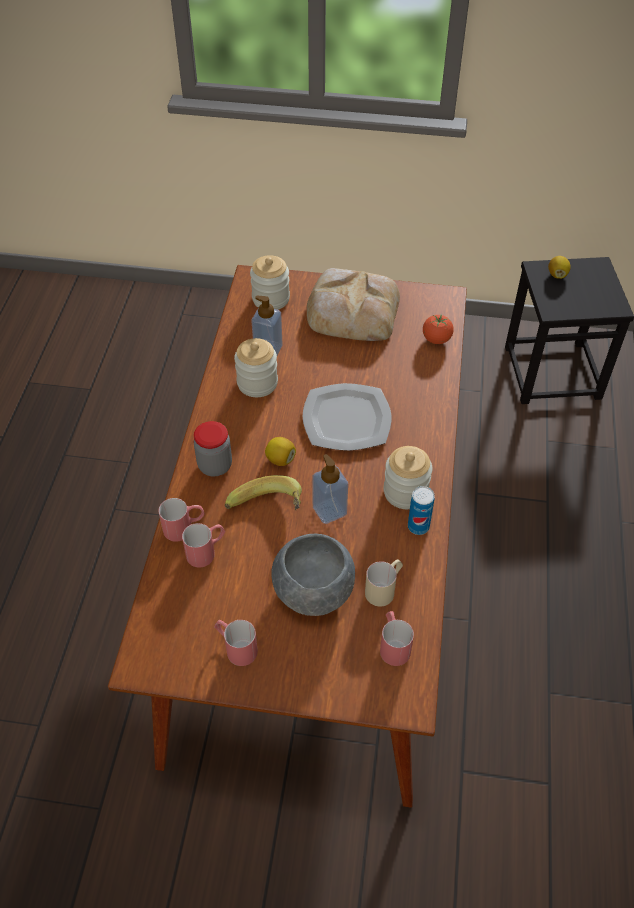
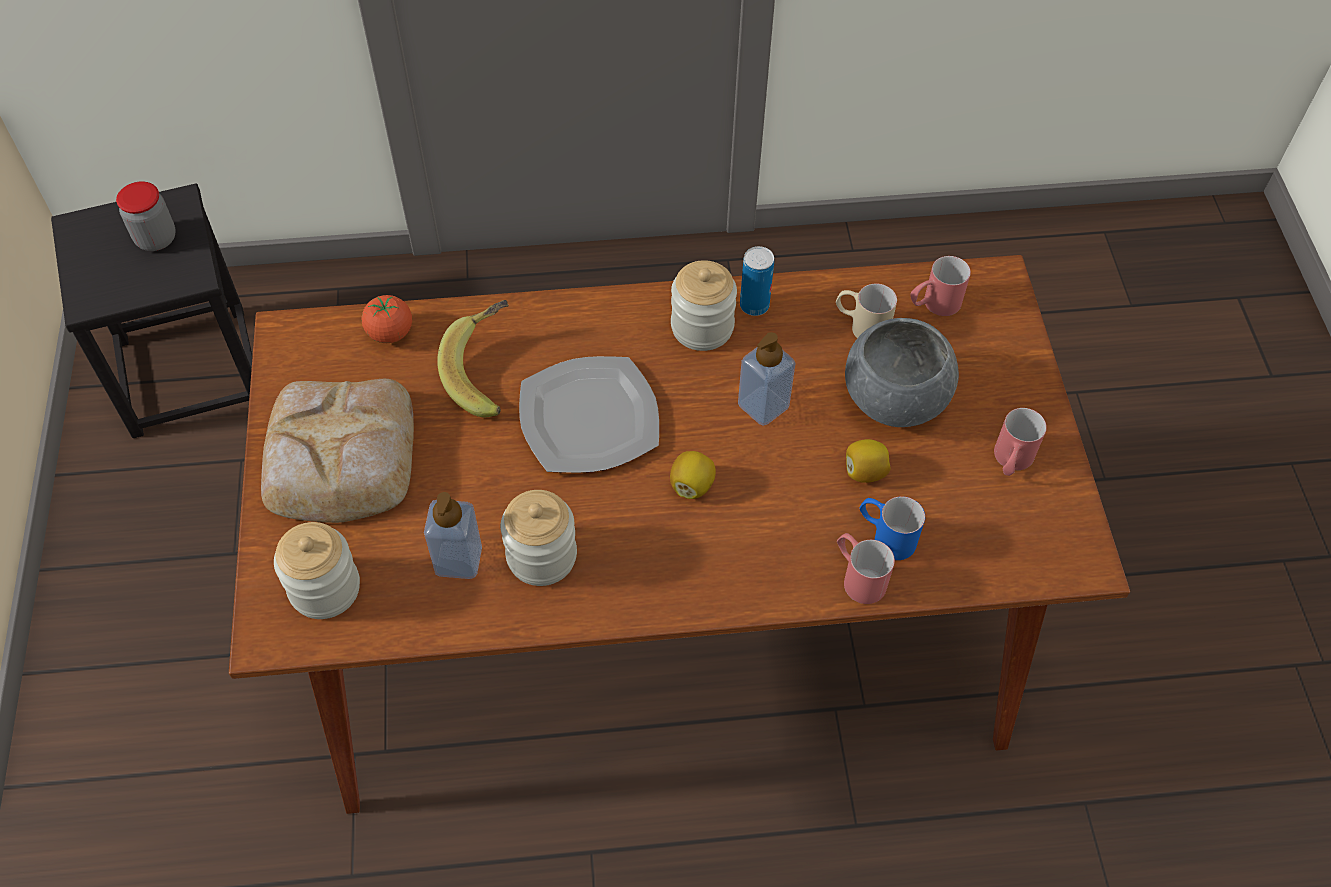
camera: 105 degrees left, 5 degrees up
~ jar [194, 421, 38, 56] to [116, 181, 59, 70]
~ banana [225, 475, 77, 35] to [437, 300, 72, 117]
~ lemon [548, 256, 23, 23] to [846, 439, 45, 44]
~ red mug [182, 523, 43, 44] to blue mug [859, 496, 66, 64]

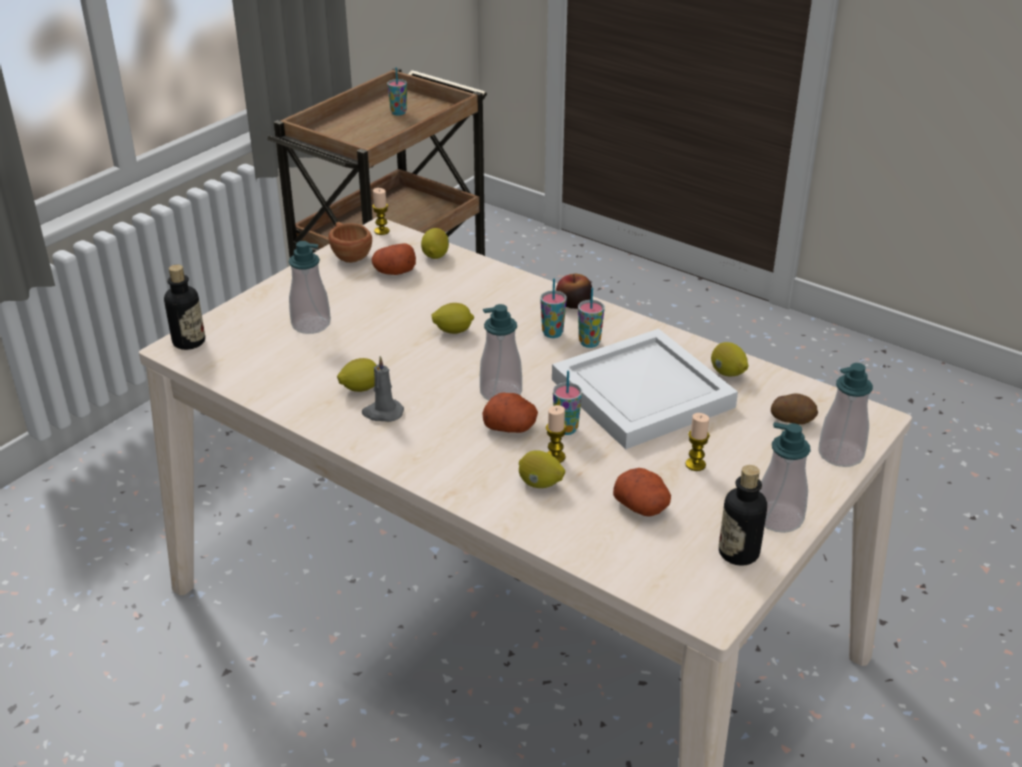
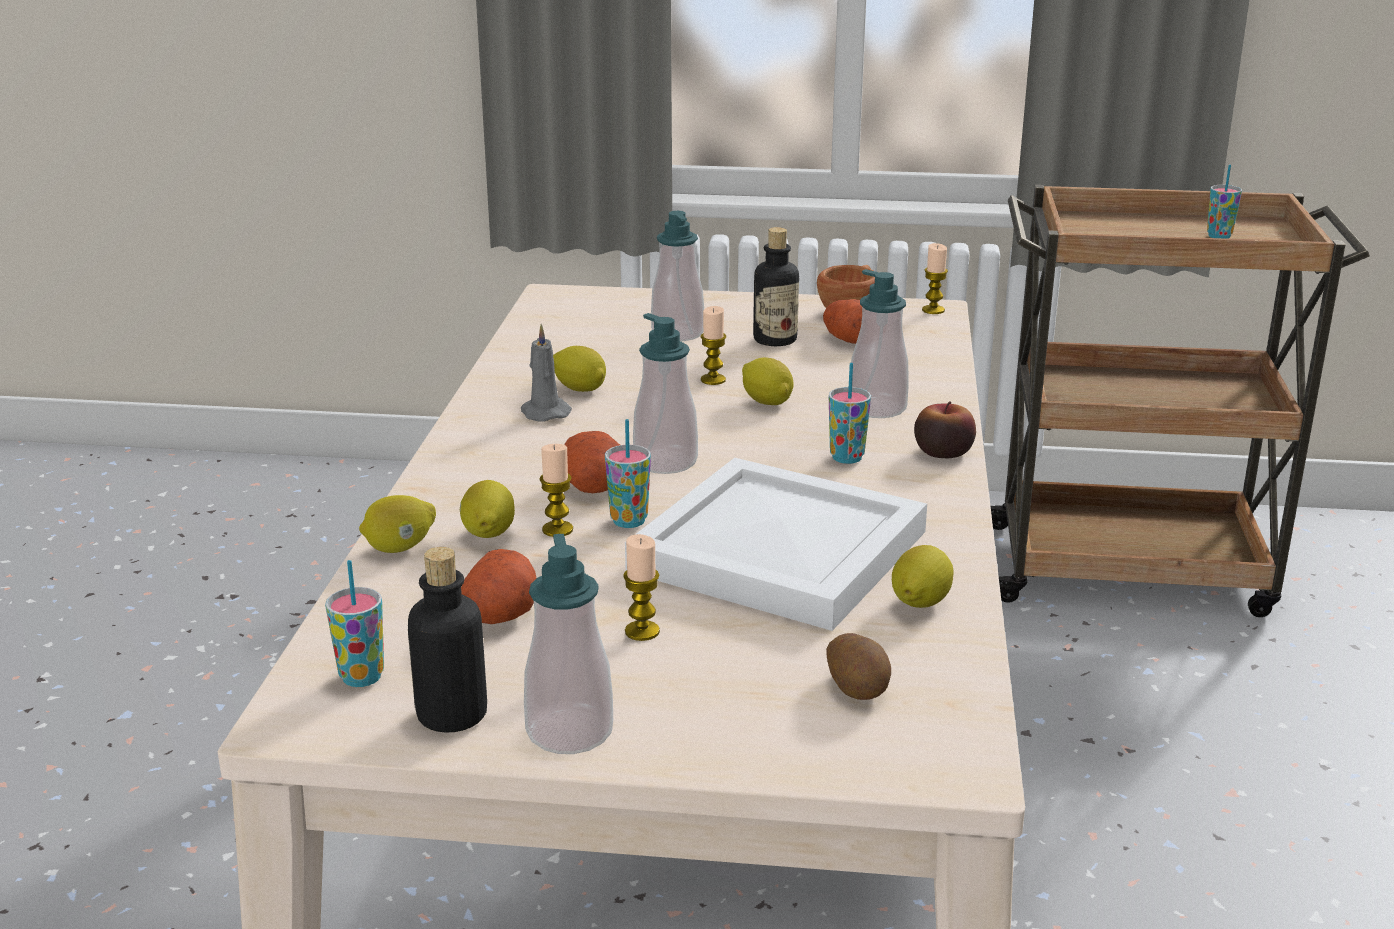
camera: 60 degrees right, 10 degrees down
~ cup [578, 287, 27, 61] to [325, 560, 59, 127]
~ lemon [421, 228, 28, 31] to [359, 495, 77, 58]
+ candle [701, 306, 25, 79]
~ bottle [164, 264, 41, 86] to [753, 227, 46, 119]
~ soap dispenser [818, 363, 55, 104] to [851, 269, 58, 149]

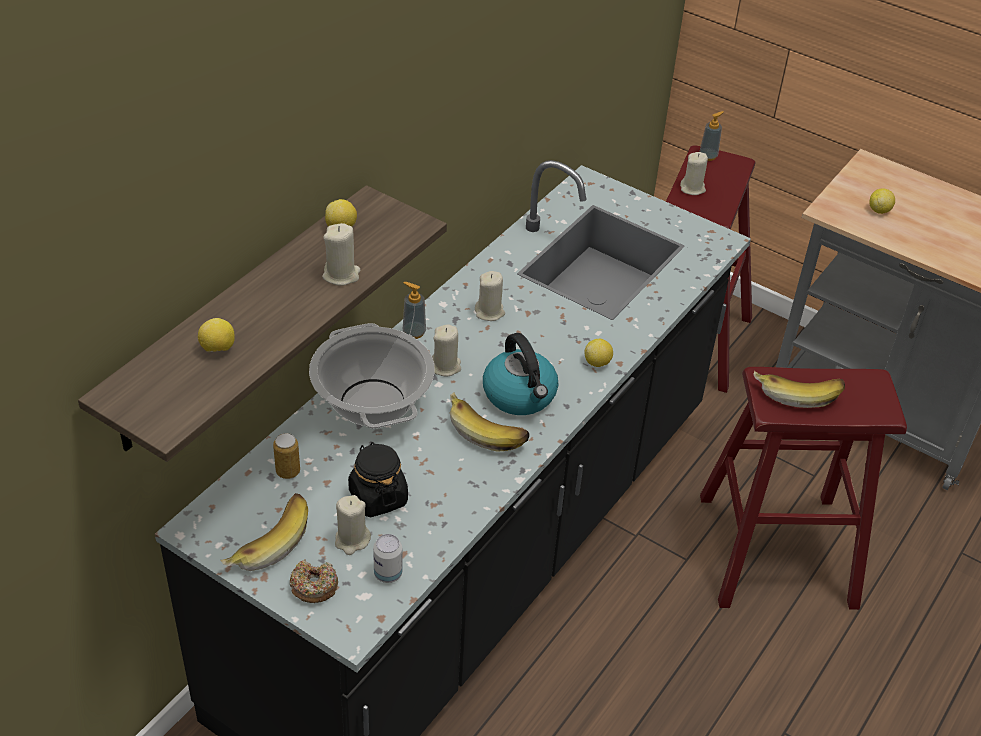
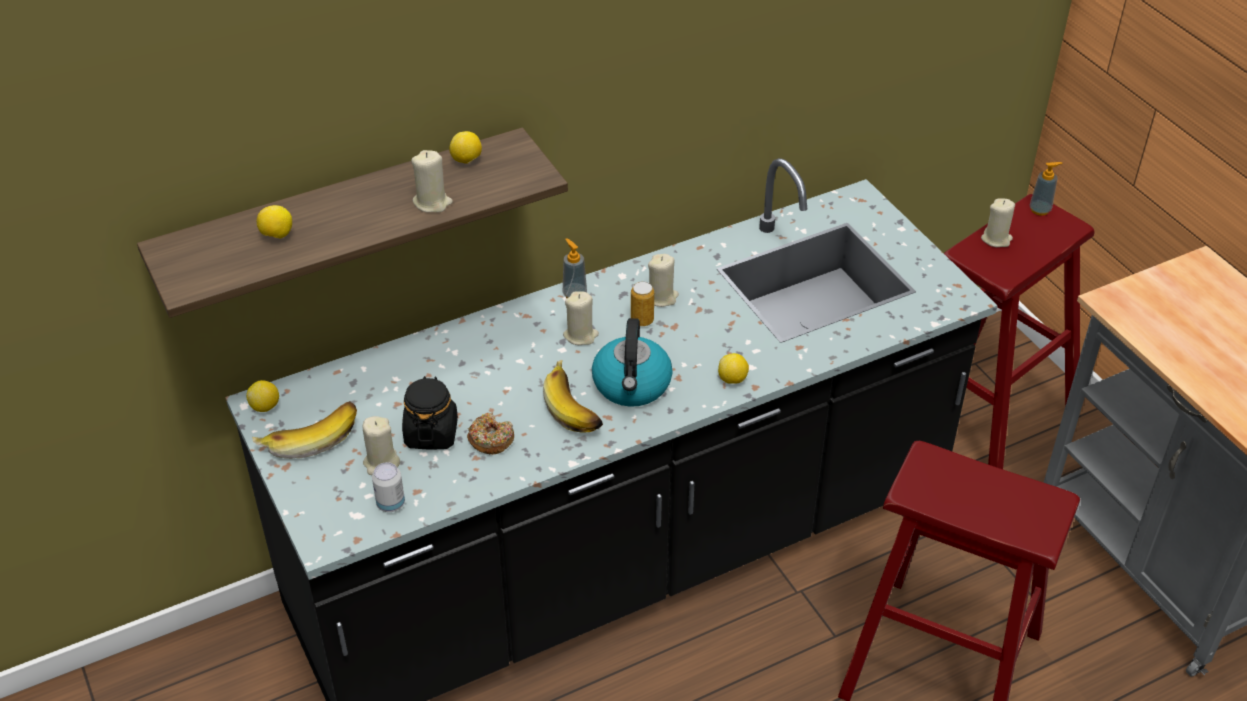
camera: 30 degrees right, 0 degrees up
~ lemon [869, 189, 26, 25] to [246, 380, 33, 32]
~ donut [290, 559, 48, 44] to [467, 413, 47, 41]
~ can [273, 433, 27, 46] to [631, 281, 23, 45]
- cooking pot [309, 323, 126, 106]
- banana [753, 371, 92, 37]

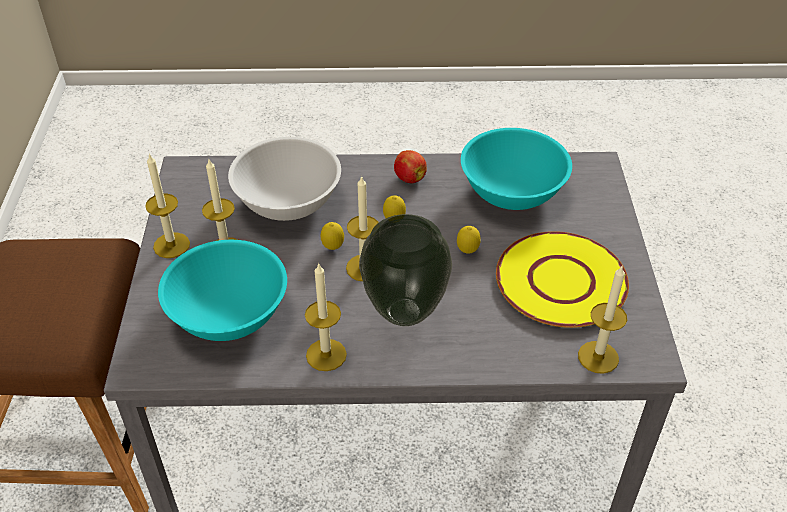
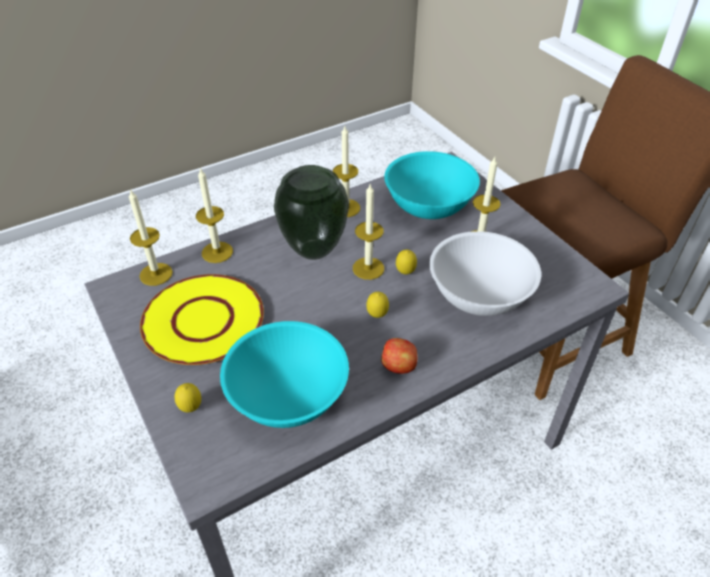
camera: 150 degrees right, 0 degrees up
~ lemon [457, 226, 24, 28] to [175, 383, 26, 29]
~ candle [145, 154, 45, 104] to [196, 167, 37, 96]

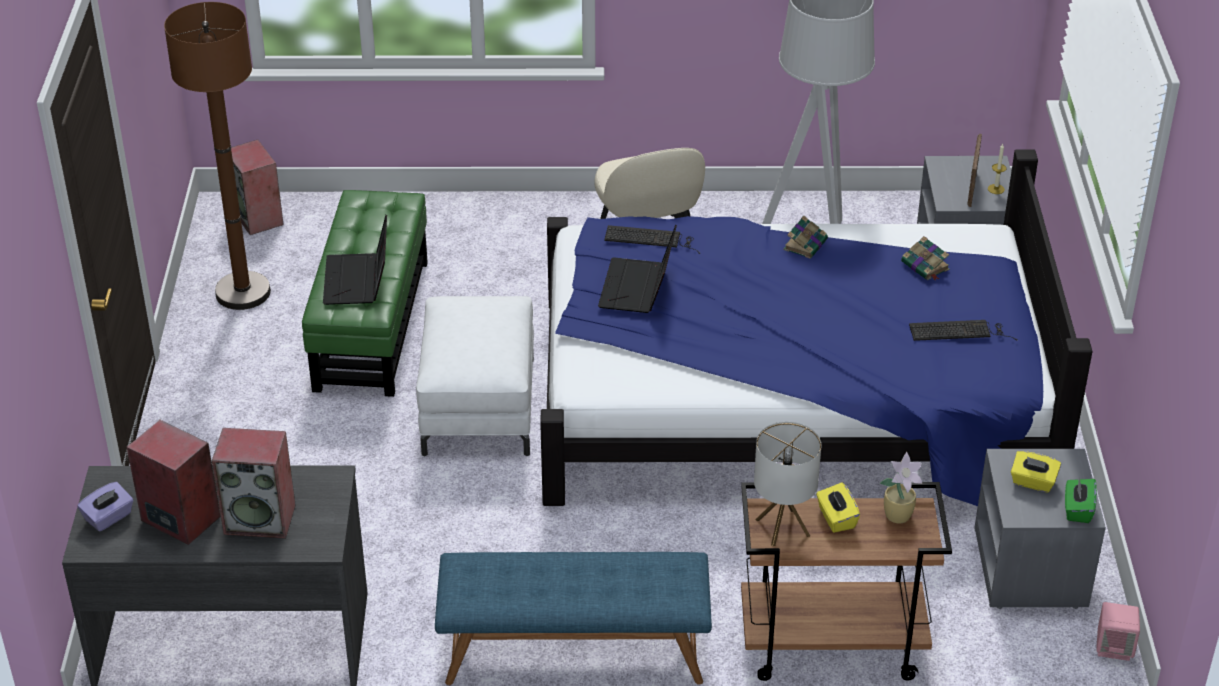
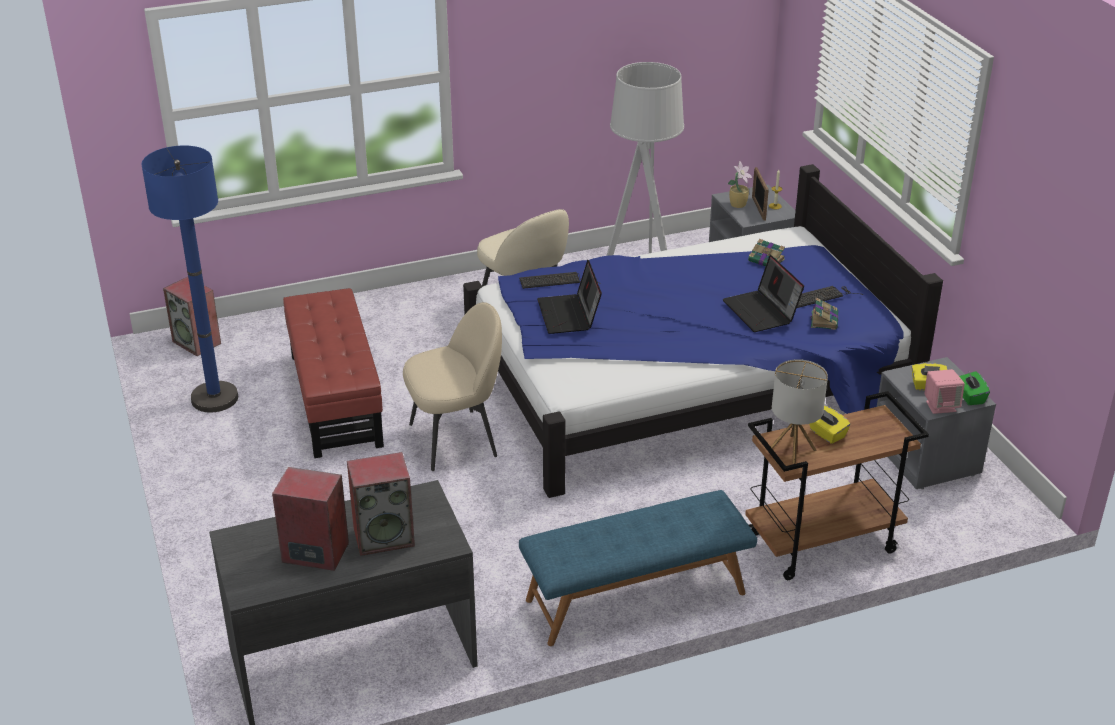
camera: 20 degrees left, 5 degrees down
~ brown floor lamp [164, 2, 107, 308] to blue floor lamp [142, 146, 96, 266]
~ green ottoman [302, 190, 126, 207] to red ottoman [283, 288, 101, 170]
~ white ottoman [416, 296, 118, 160] to beige chair [403, 302, 99, 169]
~ laptop [323, 215, 64, 90] to [722, 255, 82, 77]
~ potted plant [880, 452, 42, 71] to [728, 161, 24, 47]
~ book [784, 216, 44, 43] to [811, 297, 27, 33]
~ pink speaker [1096, 602, 44, 59] to [924, 369, 41, 45]
- purple tissue box [78, 482, 56, 50]

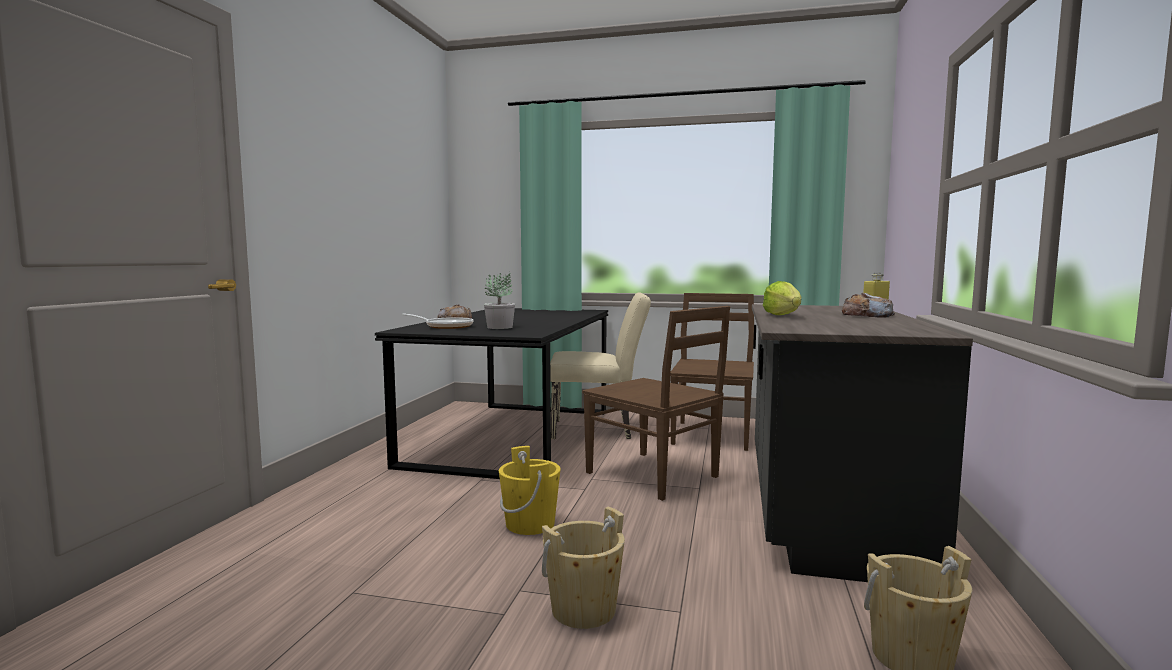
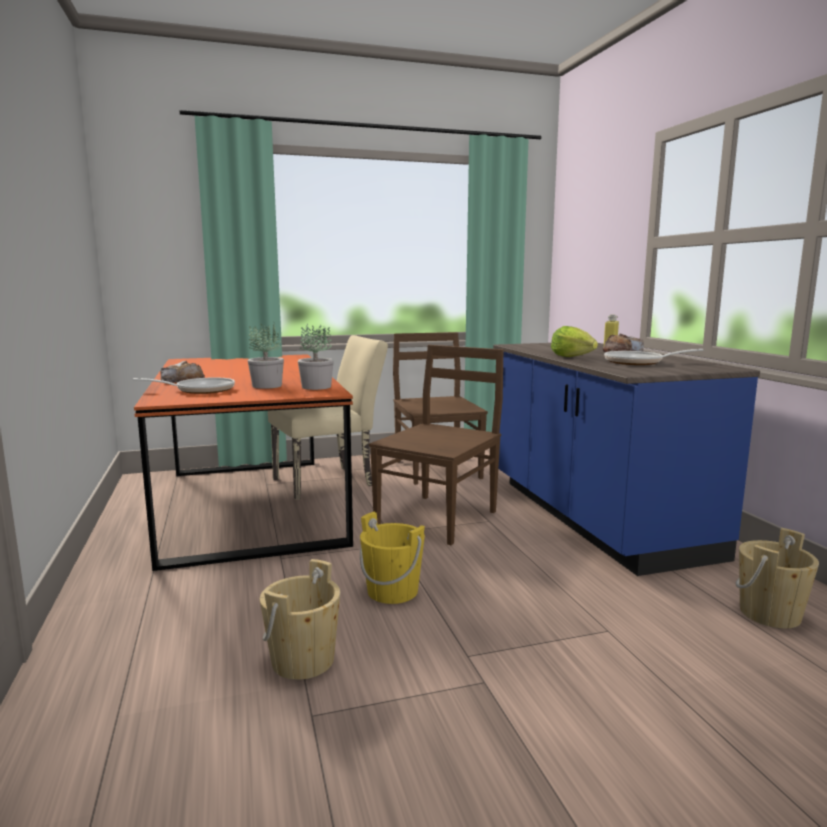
camera: 30 degrees left, 5 degrees up
~ black dining table [375, 308, 233, 171] to orange dining table [134, 354, 219, 217]
~ beige bucket [542, 507, 83, 122] to [260, 559, 80, 121]
+ potted plant [298, 324, 36, 66]
~ brown chair [582, 306, 148, 195] = [369, 345, 135, 200] 75 degrees counterclockwise
~ black counter [752, 304, 221, 278] to blue counter [493, 343, 267, 233]
+ frying pan [604, 349, 99, 16]

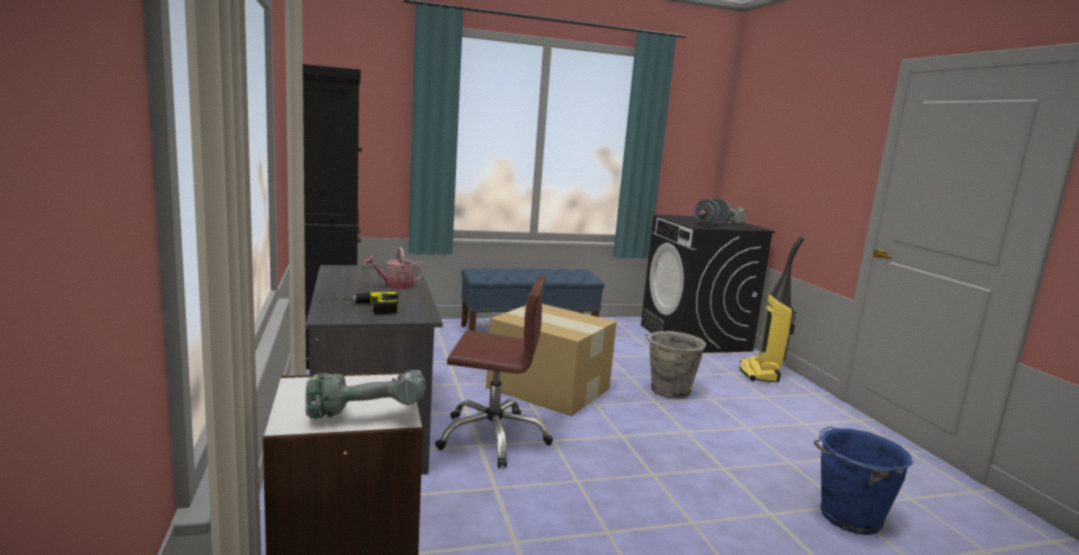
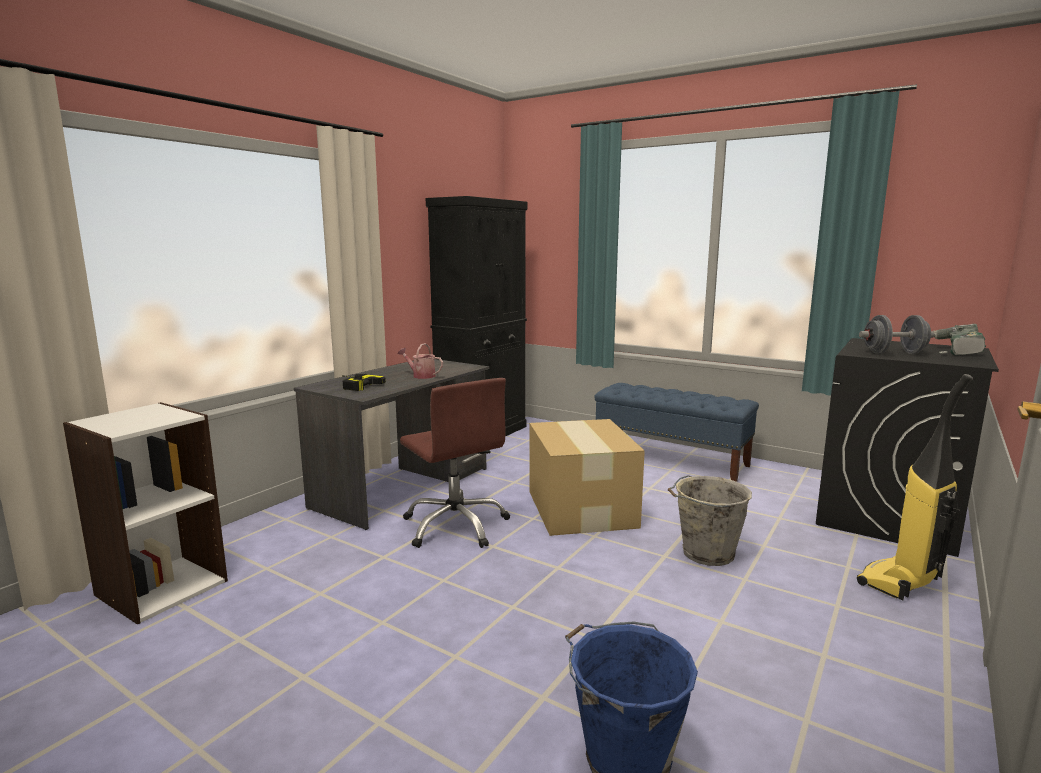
camera: 50 degrees right, 0 degrees up
- power drill [305, 370, 121, 49]

